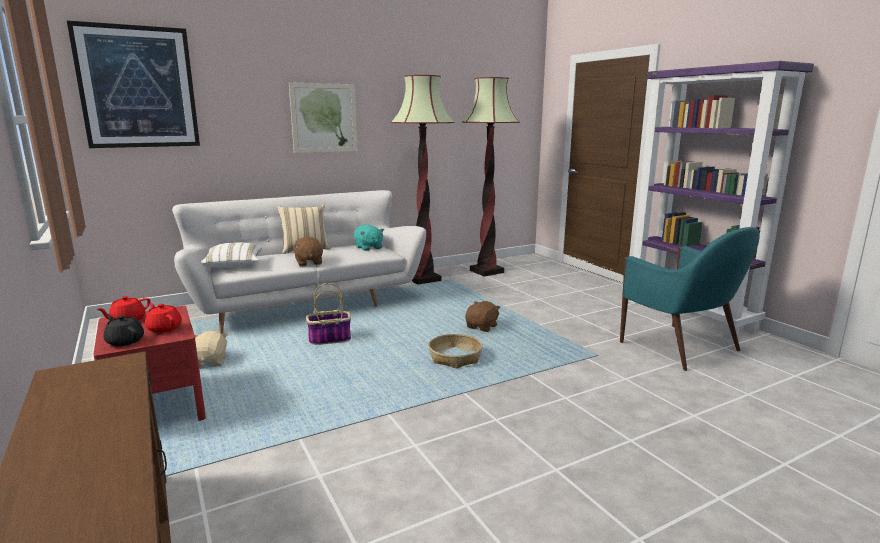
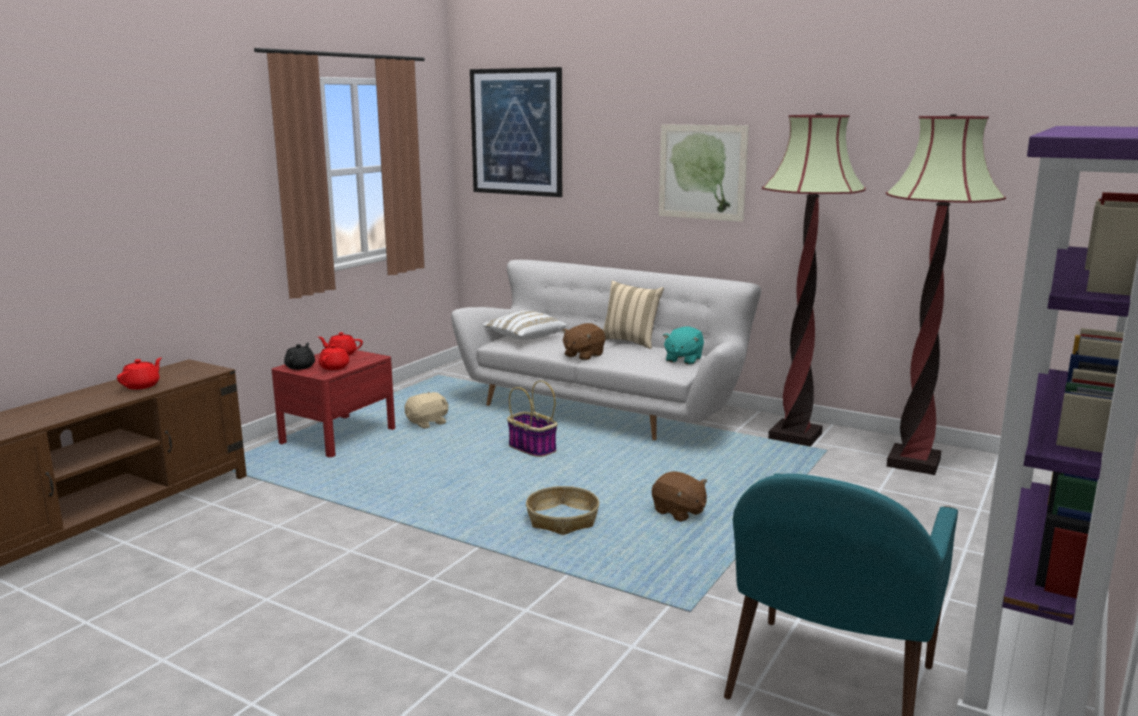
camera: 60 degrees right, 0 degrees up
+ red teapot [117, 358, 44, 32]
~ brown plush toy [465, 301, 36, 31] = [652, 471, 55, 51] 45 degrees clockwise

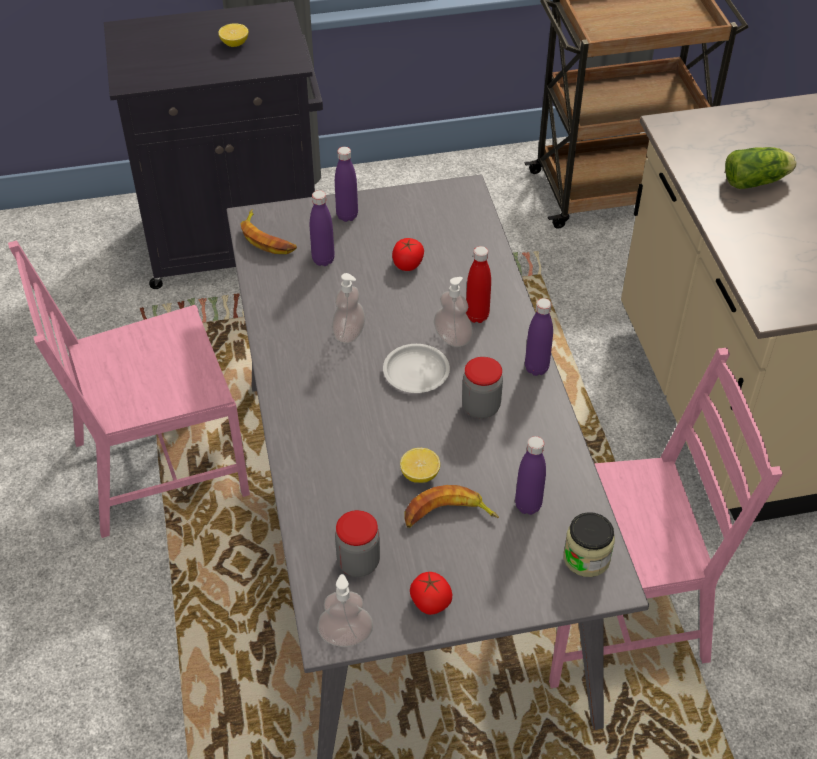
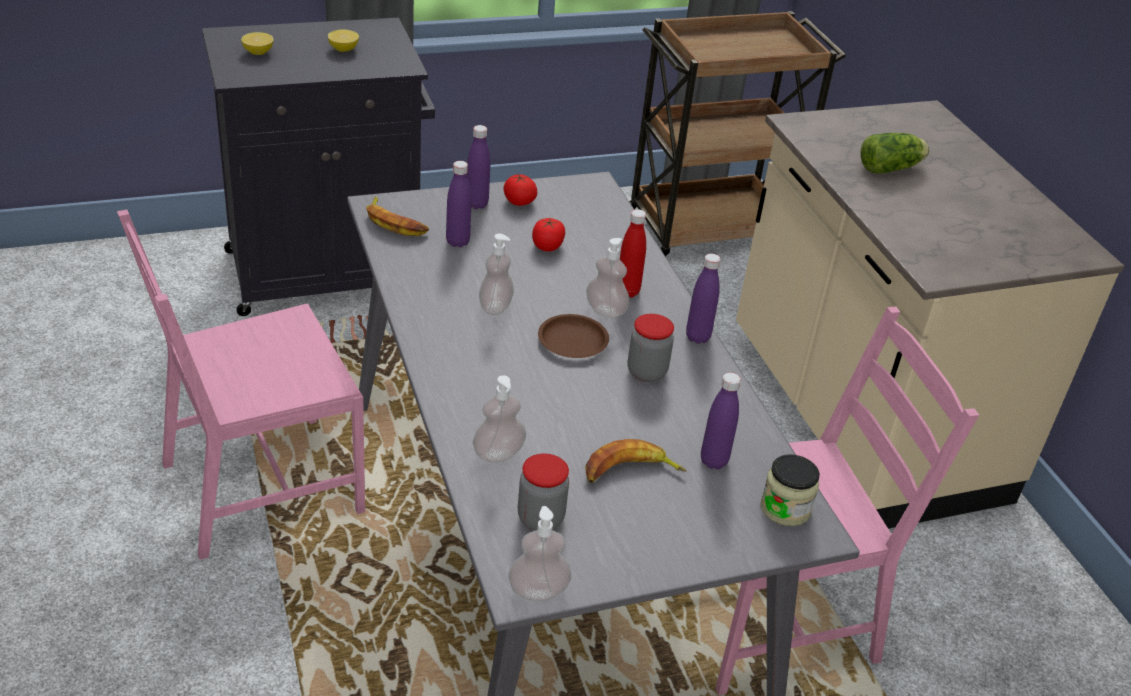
camera: 10 degrees left, 10 degrees down
~ lemon [400, 448, 40, 35] to [241, 32, 33, 23]
+ soap dispenser [473, 375, 53, 87]
~ tomato [410, 572, 42, 43] to [503, 174, 34, 32]
~ white plate [383, 344, 67, 49] to brown plate [538, 314, 71, 44]

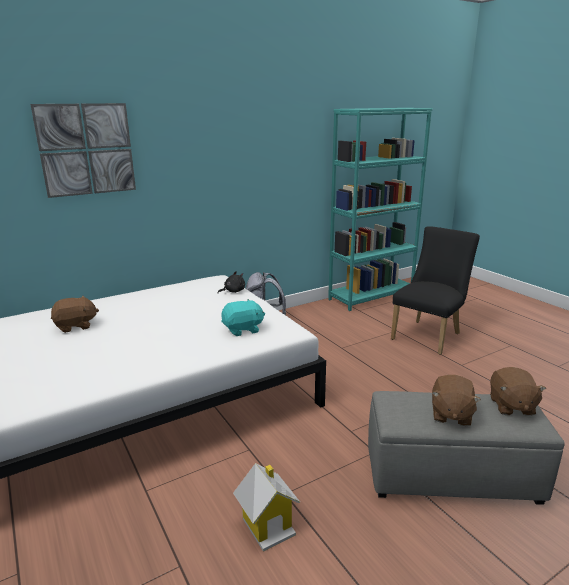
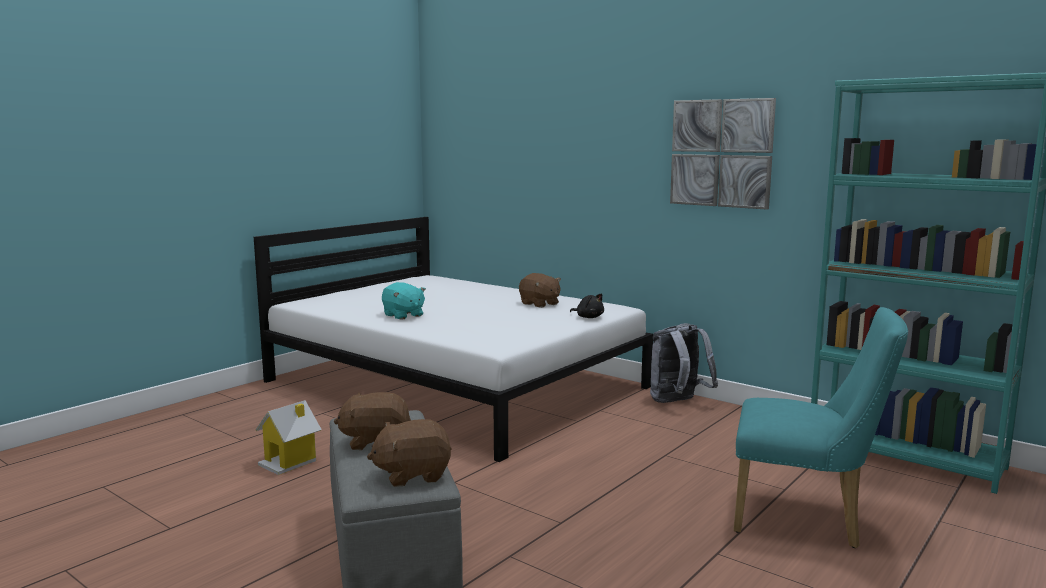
camera: 70 degrees right, 10 degrees down
~ turquoise plush toy [221, 299, 44, 37] to [382, 282, 44, 38]
~ brown plush toy [51, 296, 48, 37] to [519, 273, 42, 35]
~ picture [30, 103, 106, 95] to [670, 98, 106, 112]
~ black chair [391, 226, 89, 129] to turquoise chair [733, 307, 175, 241]

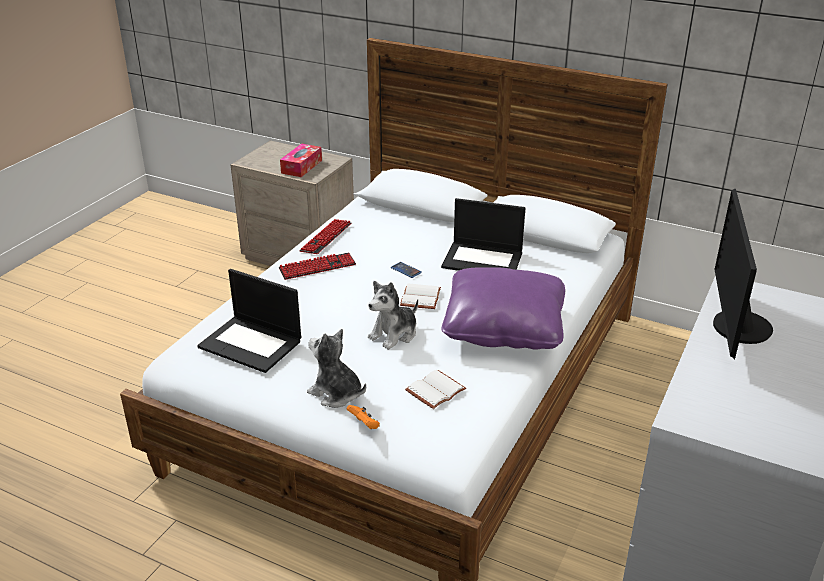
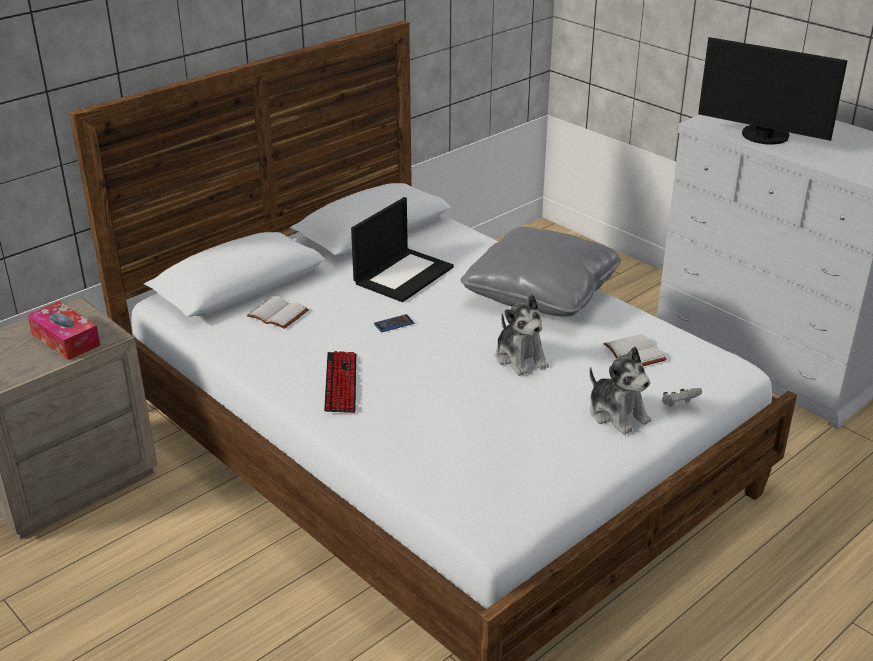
camera: 70 degrees left, 0 degrees up
~ white book [400, 283, 41, 26] to [247, 296, 62, 33]
~ purple pillow [442, 267, 123, 82] to grey pillow [460, 227, 161, 90]
~ plush toy [307, 329, 59, 79] = [589, 347, 62, 88] 90 degrees counterclockwise
~ orange game controller [347, 405, 33, 25] to white game controller [662, 388, 40, 19]
- laptop [197, 269, 104, 104]
- keyboard [299, 219, 53, 35]

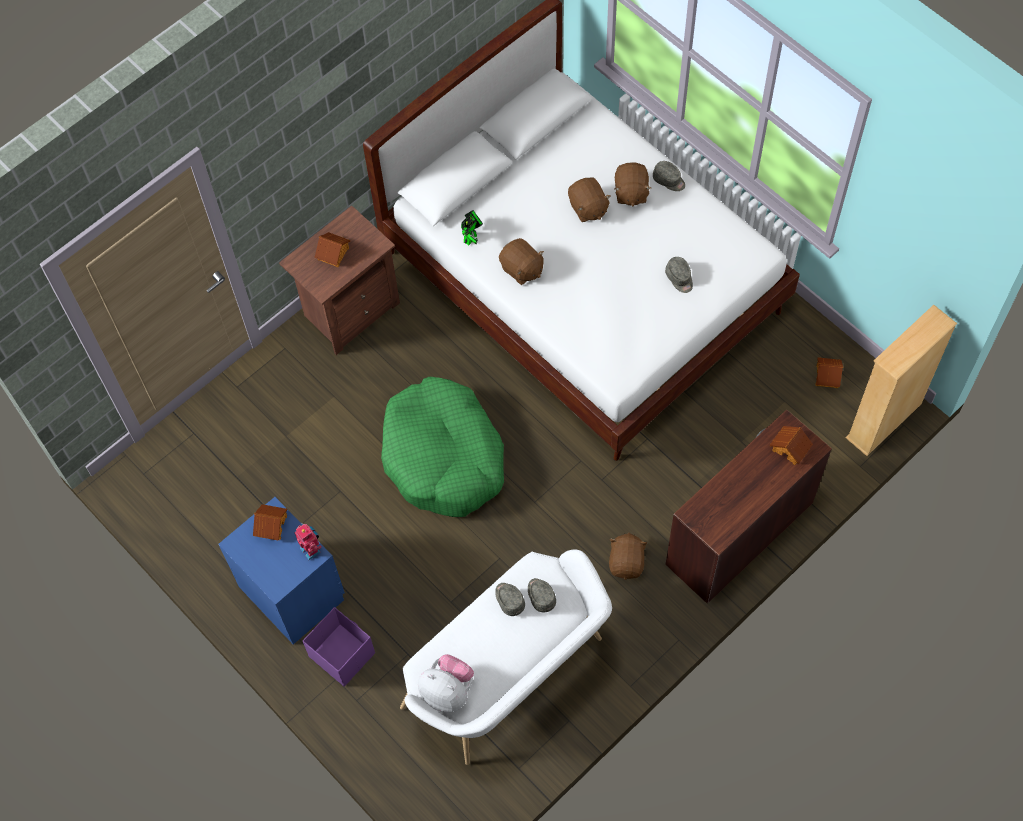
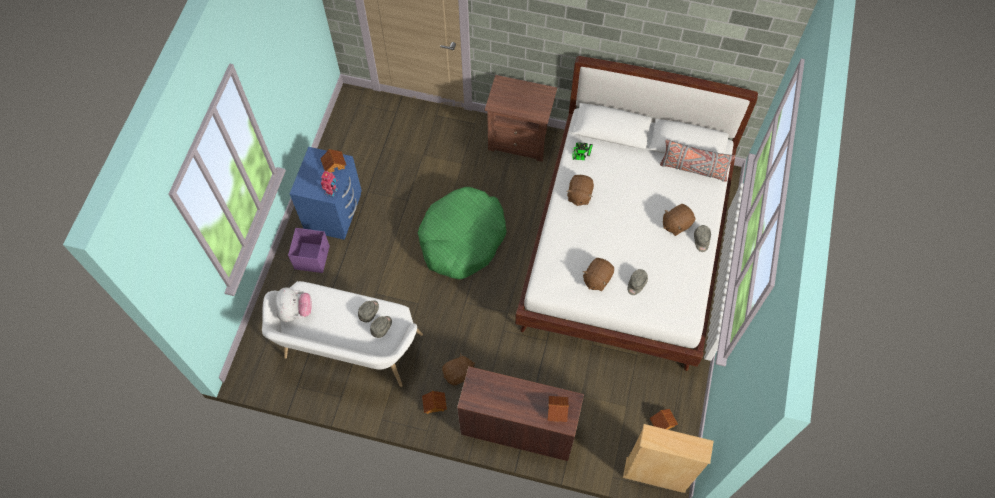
camera: 55 degrees right, 0 degrees up
~ toy house [314, 232, 36, 35] to [422, 391, 25, 23]
~ brown plush toy [568, 178, 43, 44] to [583, 258, 31, 33]
+ grey pillow [660, 140, 75, 42]

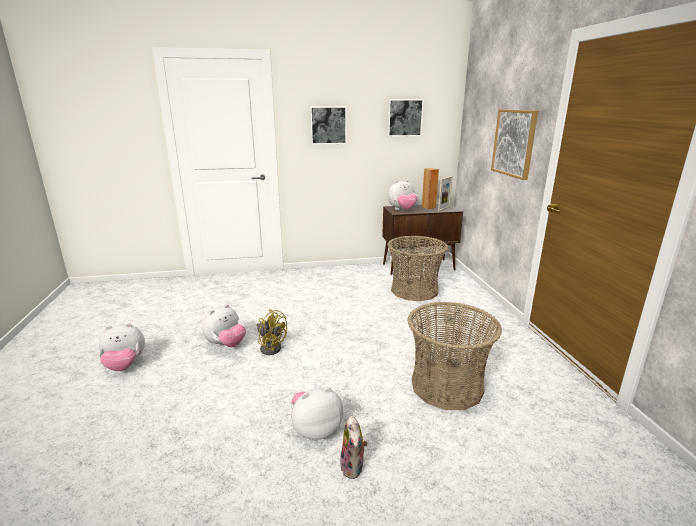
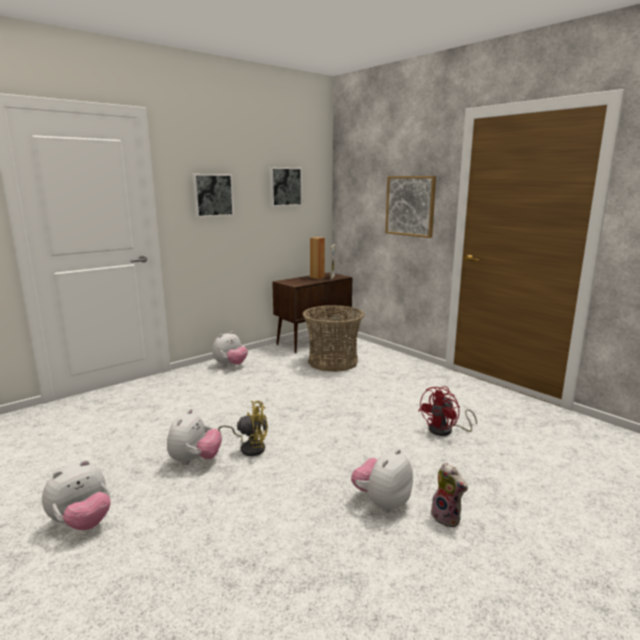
camera: 30 degrees left, 5 degrees down
~ plush toy [388, 180, 29, 30] to [212, 331, 36, 35]
~ basket [407, 302, 95, 108] to red fan [418, 386, 59, 50]

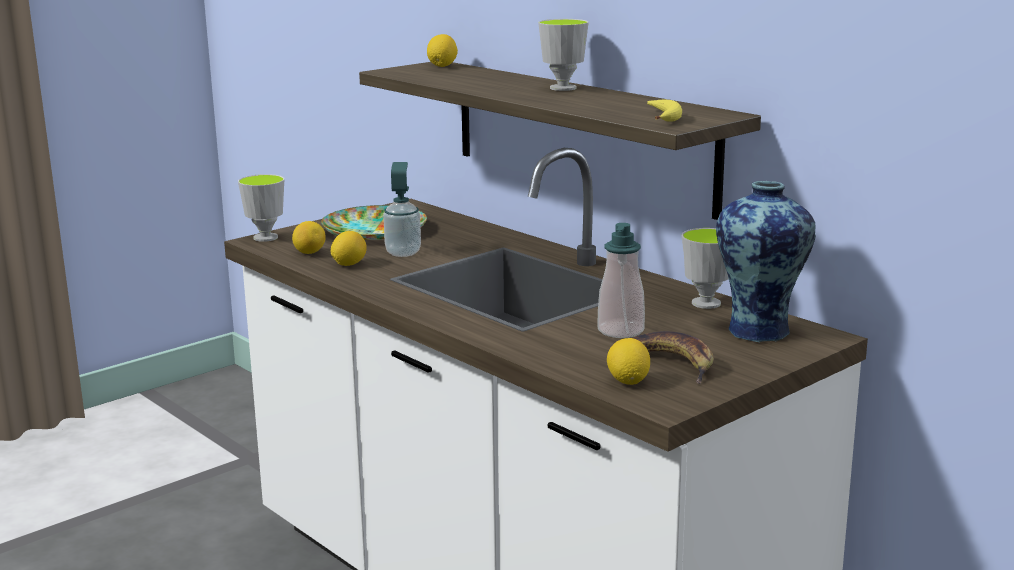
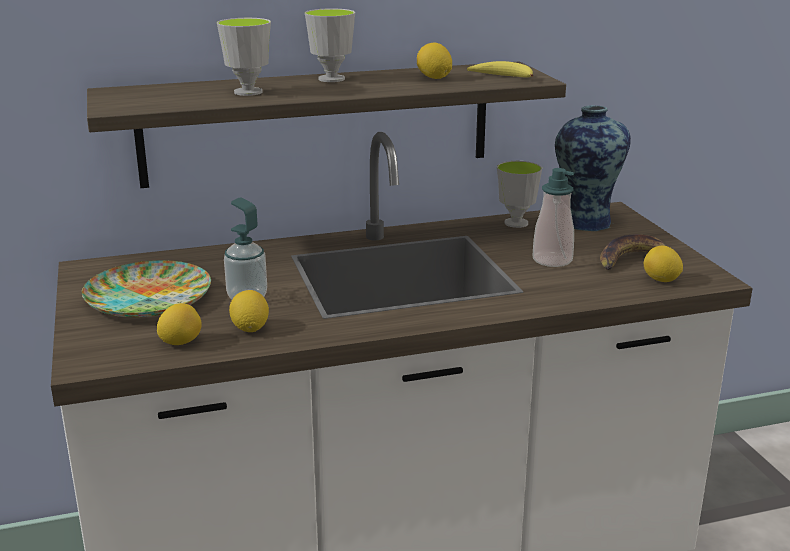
camera: 65 degrees left, 5 degrees up
~ cup [238, 174, 46, 68] to [217, 18, 54, 78]
~ lemon [427, 34, 31, 33] to [417, 43, 35, 36]

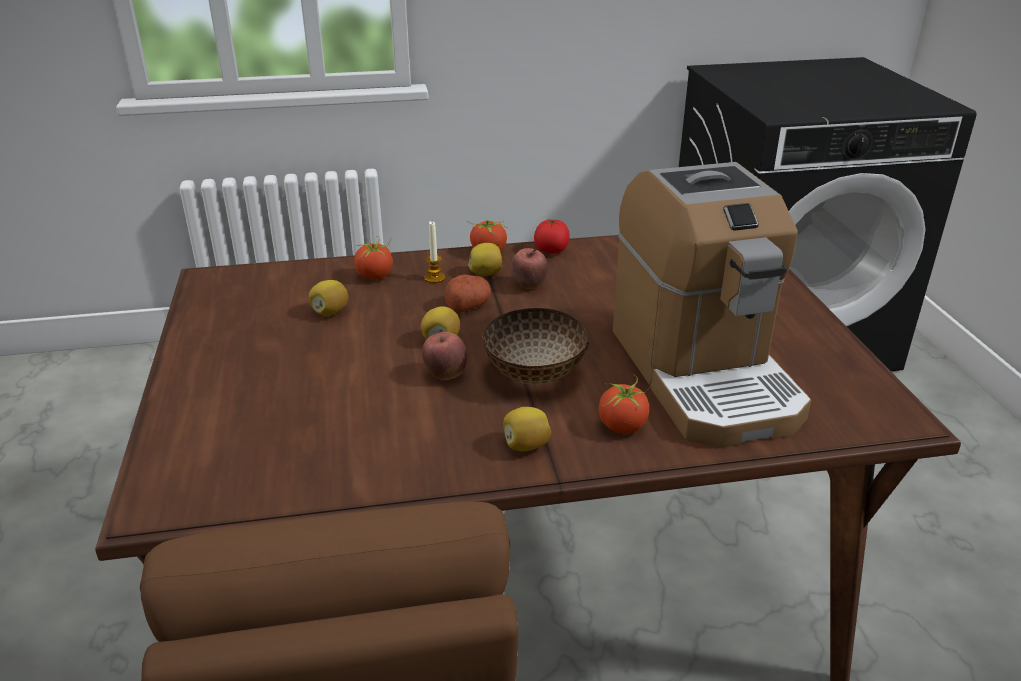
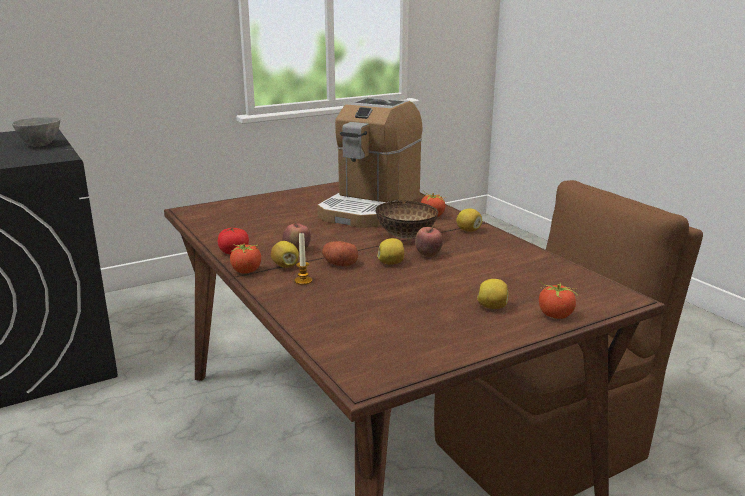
camera: 110 degrees left, 10 degrees down
+ grey bowl [12, 117, 48, 30]
~ coffee machine [613, 162, 198, 286] = [317, 97, 105, 131] 150 degrees clockwise
~ lemon [309, 280, 40, 36] to [477, 279, 31, 30]
~ tomato [354, 236, 39, 44] to [539, 281, 38, 38]

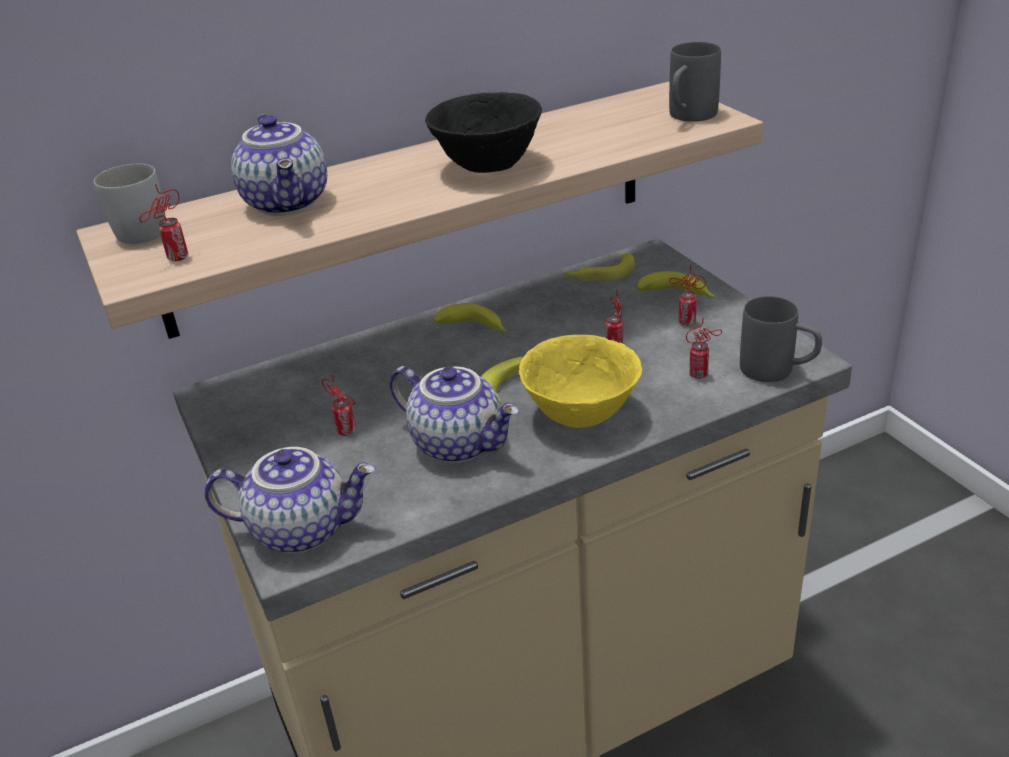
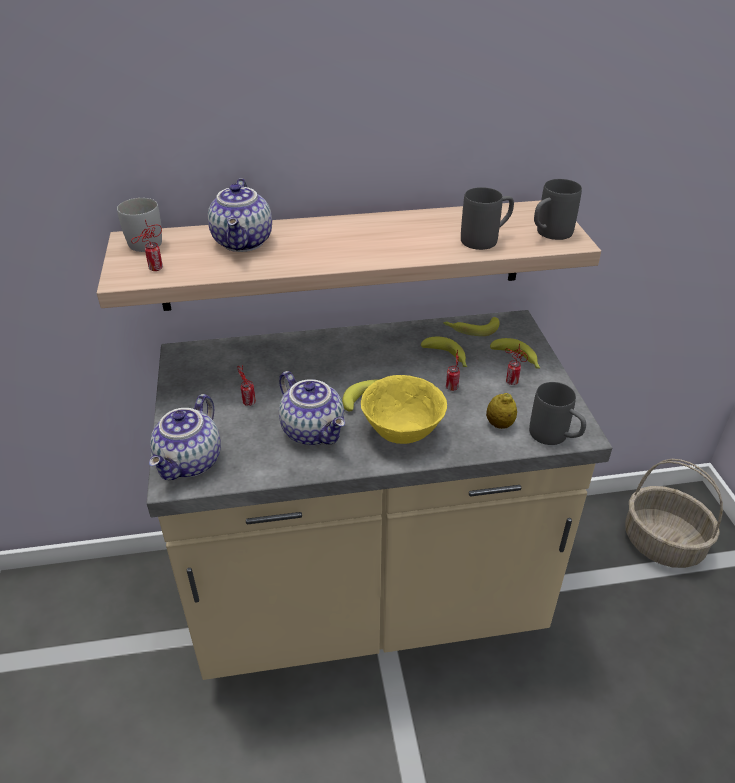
camera: 15 degrees right, 5 degrees up
~ teapot [204, 447, 172, 107] = [149, 394, 72, 86] 90 degrees clockwise
~ banana [434, 303, 73, 31] to [421, 337, 46, 30]
+ grey mug [461, 187, 53, 63]
~ can [686, 317, 36, 62] to lemon [486, 393, 31, 36]
+ basket [625, 459, 98, 109]
- black bowl [425, 92, 117, 81]

